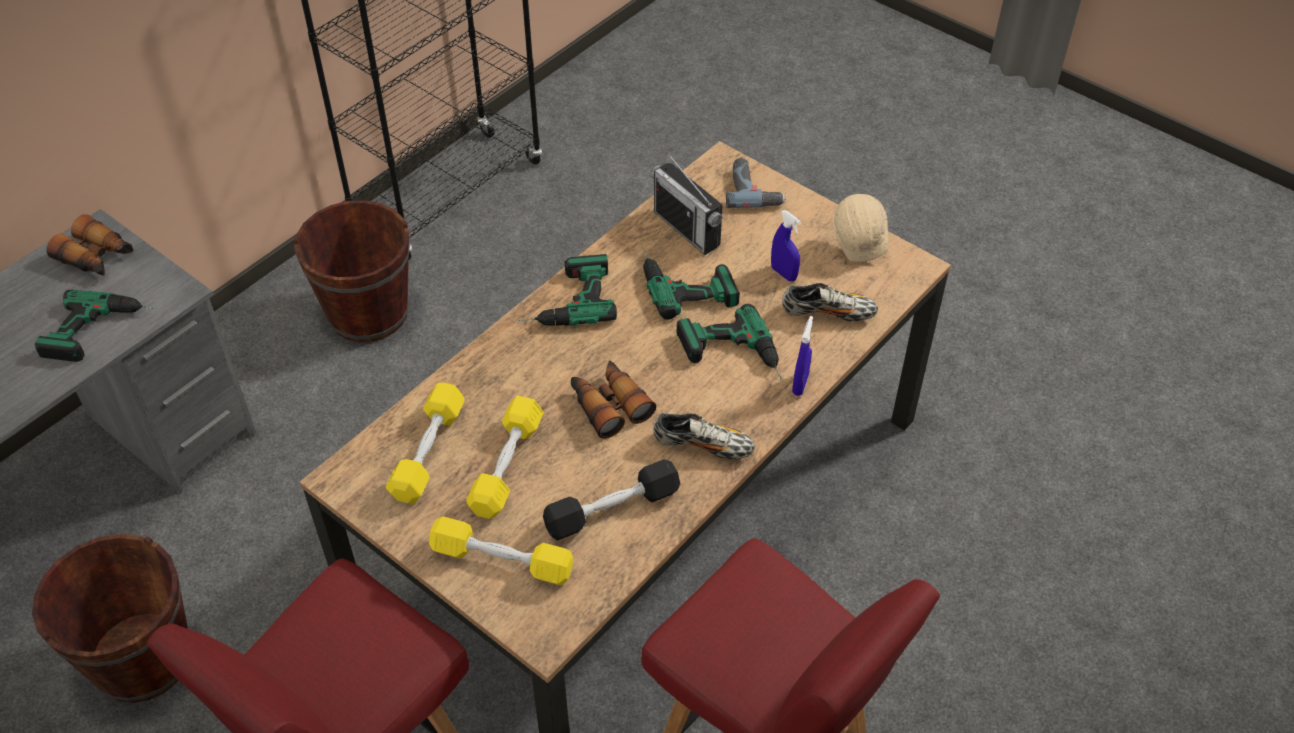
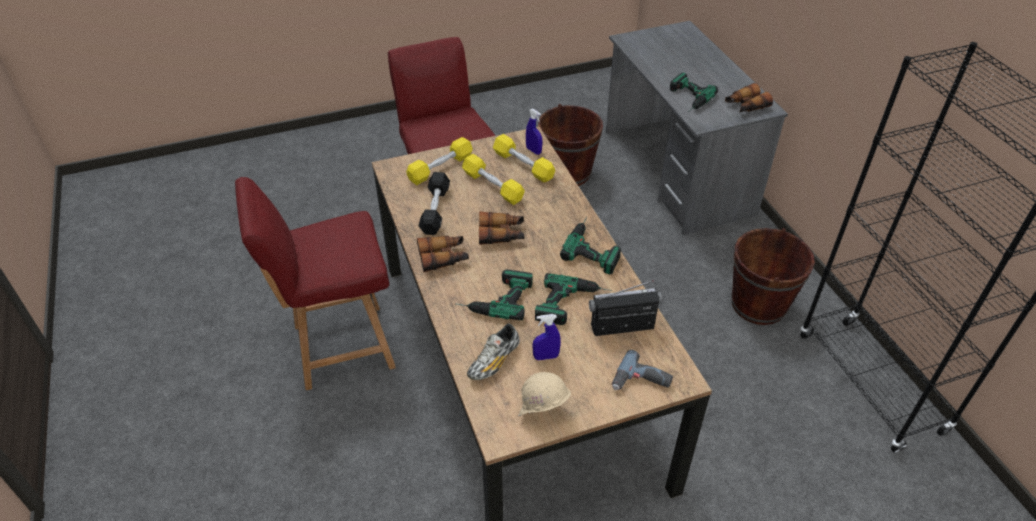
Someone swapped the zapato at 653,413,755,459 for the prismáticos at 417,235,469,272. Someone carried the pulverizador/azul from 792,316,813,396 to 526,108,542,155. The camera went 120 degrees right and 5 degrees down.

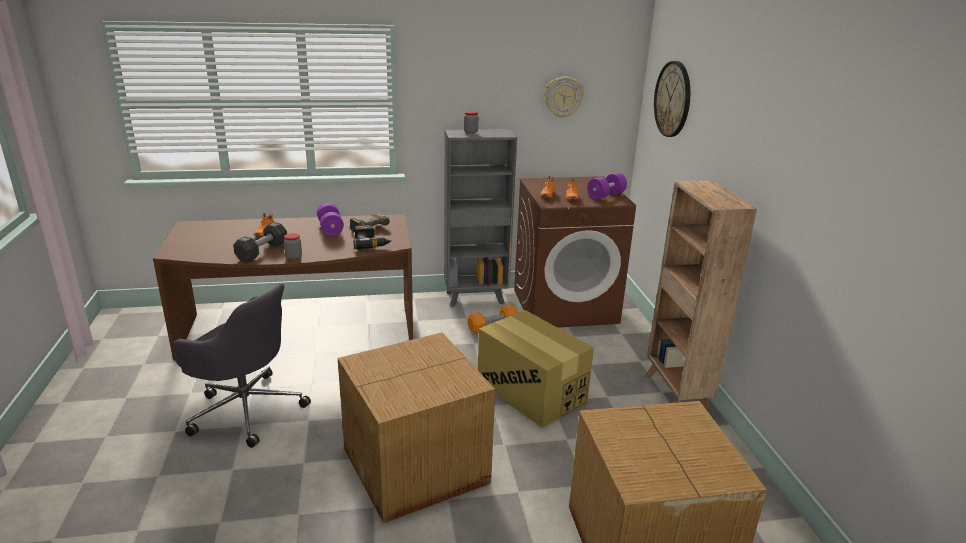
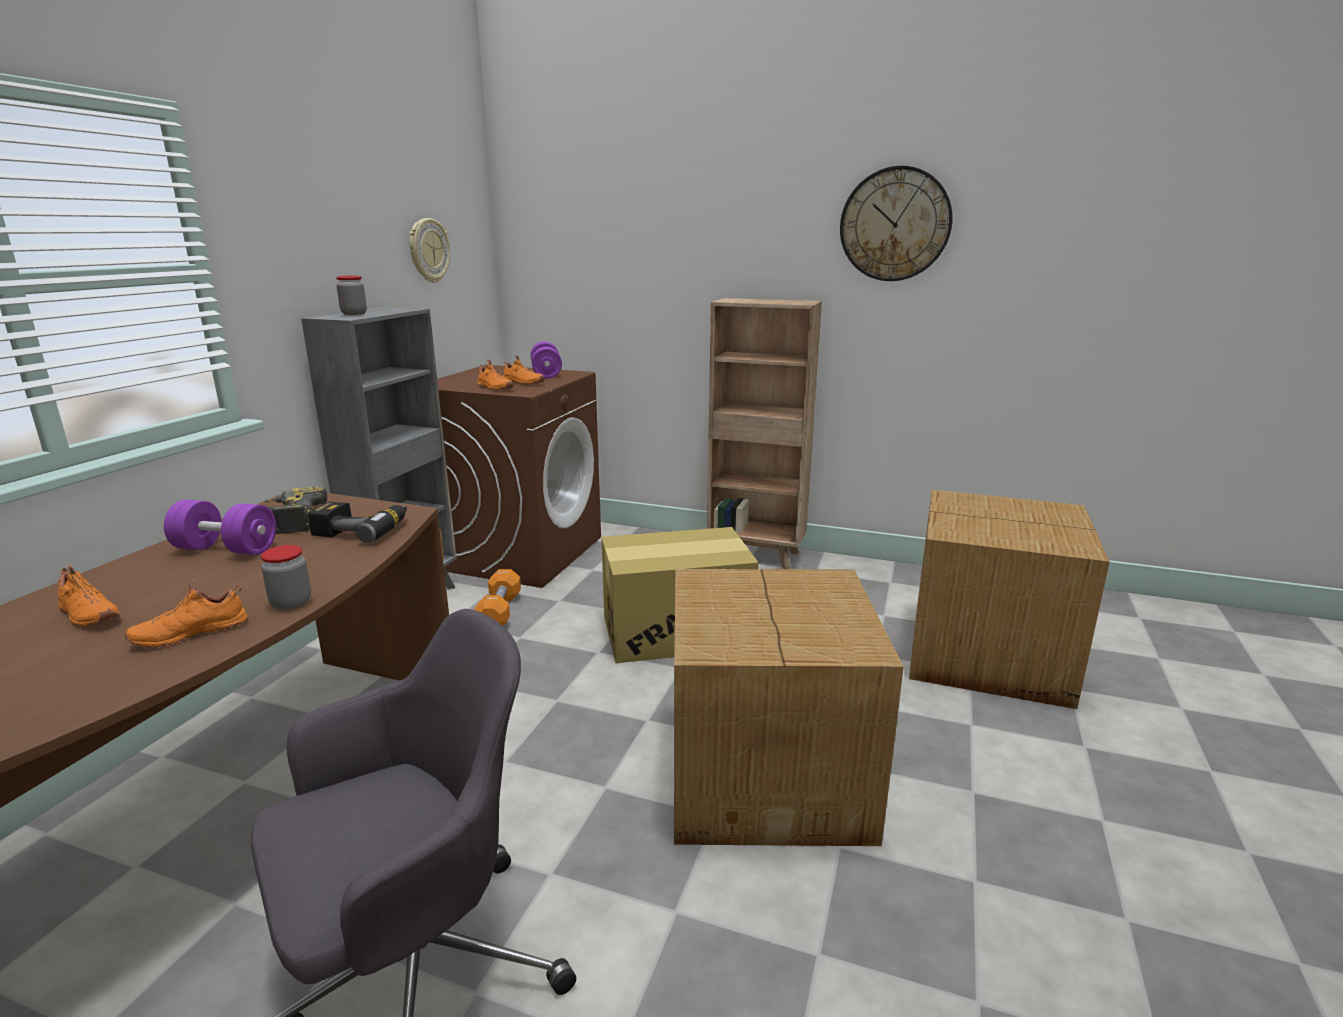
Someone swapped the mancuerna/negro at 233,222,287,262 for the zapato/naranja at 125,579,247,648. Someone carried the reloj de pared from 654,61,690,137 to 840,166,952,281. The camera went 60 degrees left and 5 degrees down.

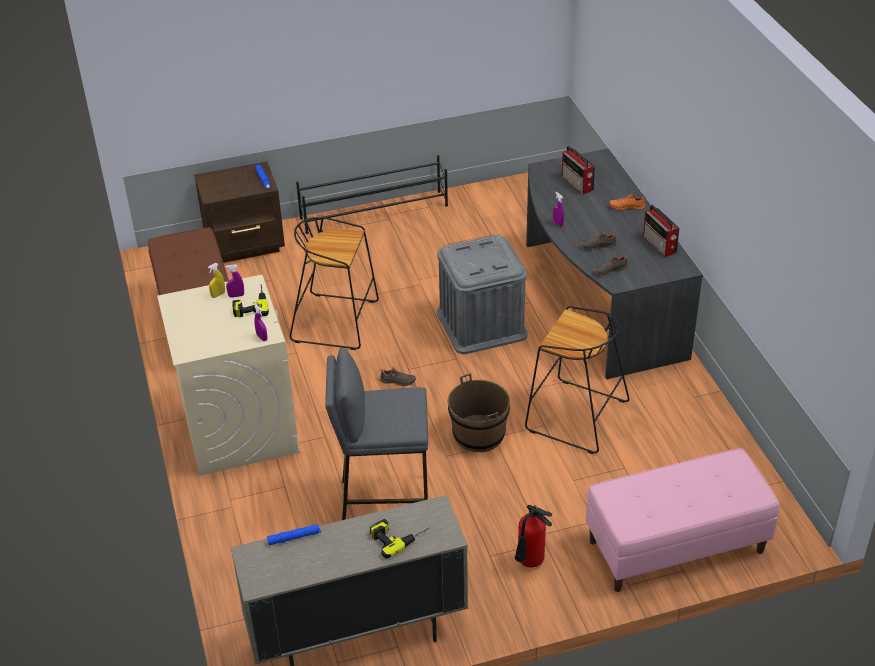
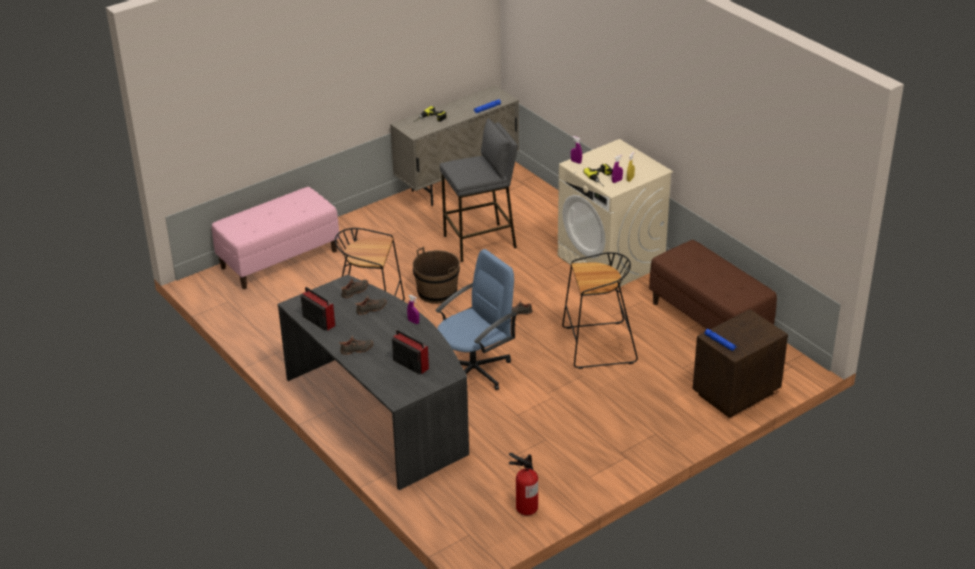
Someone took away the zapatero/negro at 296,155,448,234. Someone swapped the caja de almacenaje/gris at 437,235,528,354 for the silla de oficina/azul at 436,249,517,390. Someone carried the extintor from 515,505,552,568 to 509,453,538,515. Someone repainted the zapato/naranja at 609,191,646,211, which became the zapato/negro at 339,336,373,355. The camera went 160 degrees right and 5 degrees down.

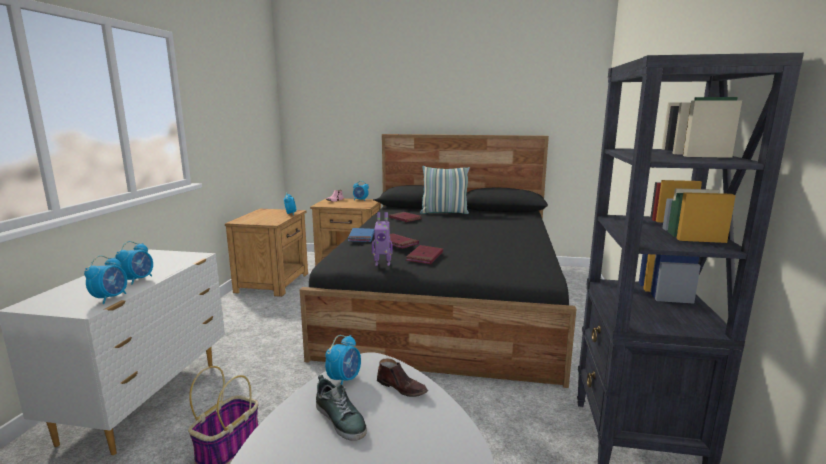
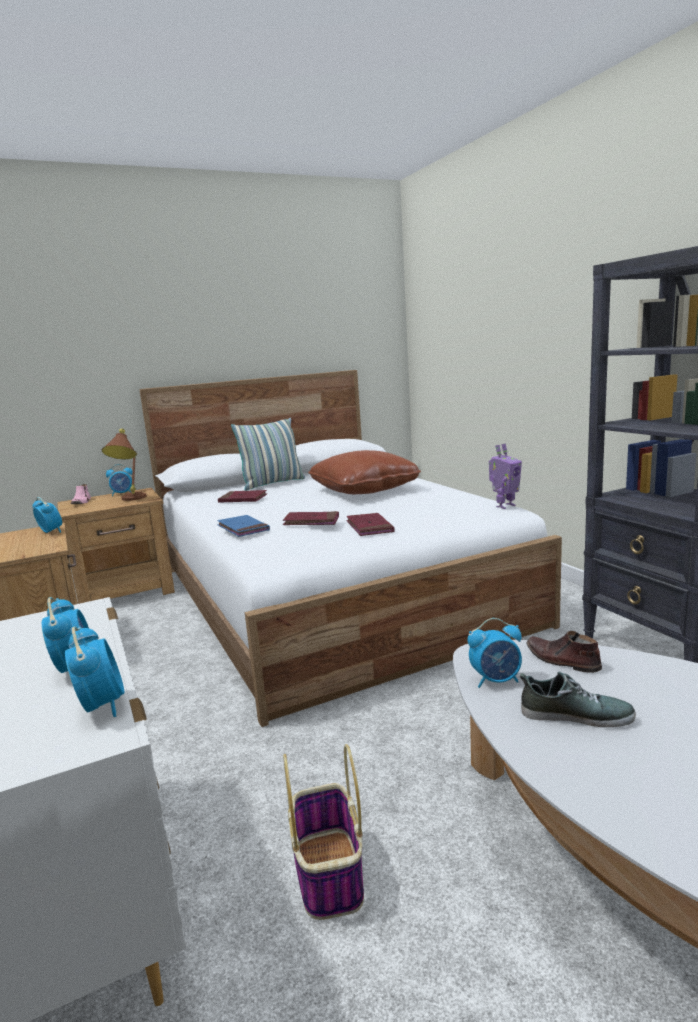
Someone repainted the cama/negro at 300,134,576,388, which became the cama/blanco at 139,370,562,727. Someone rotated the despertador at 325,335,361,385 by 90 degrees clockwise. Someone carried the robot de juguete from 372,212,392,266 to 489,443,522,509. Someone rotated the zapato/marrón at 377,359,428,397 by 135 degrees counterclockwise. Someone put down the lámpara de mesa/marrón at 102,429,147,501. Someone put down the cojín/marrón at 308,450,421,494. The camera went 35 degrees left and 0 degrees up.

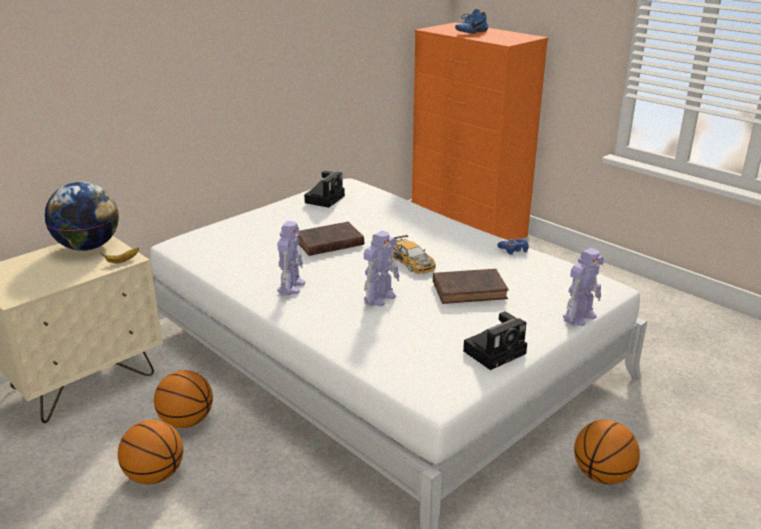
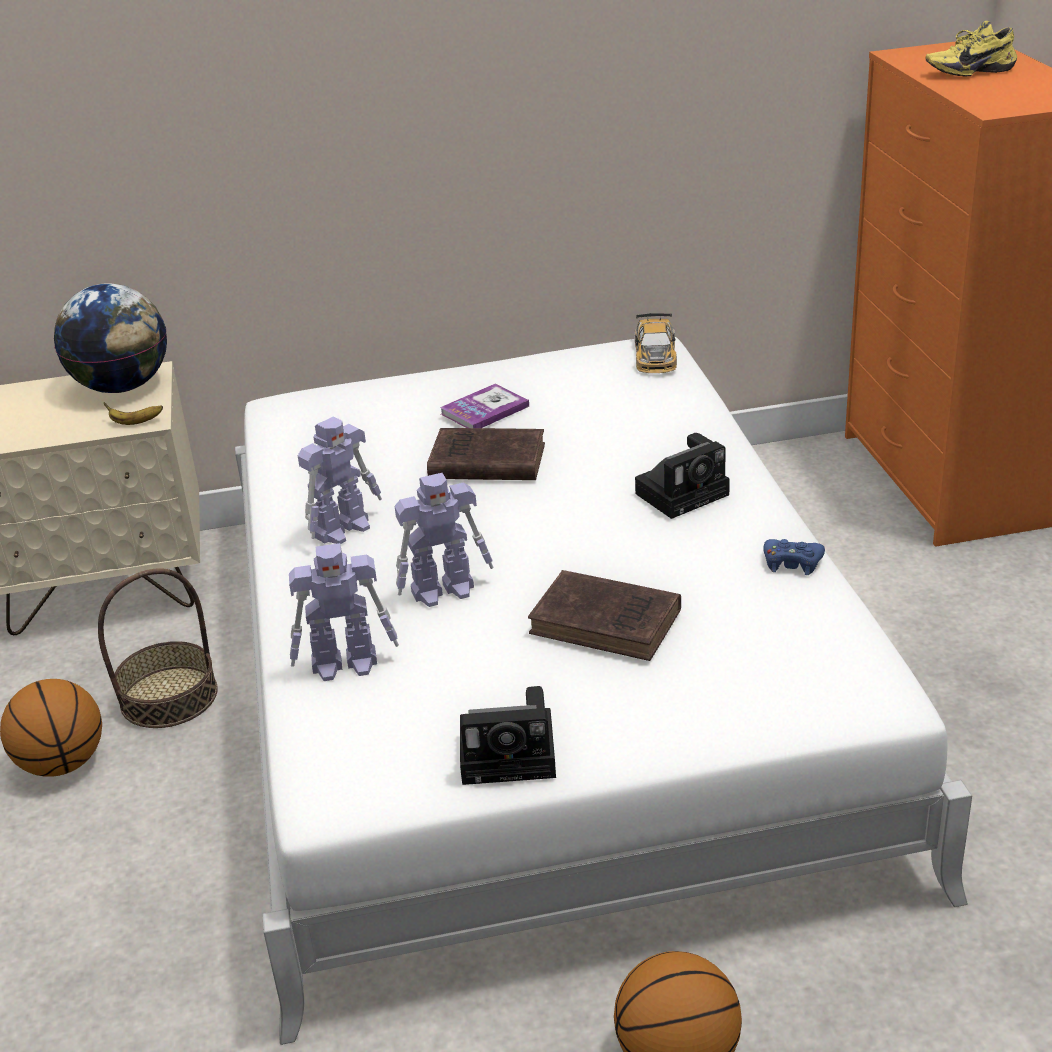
Someone swapped the balón de baloncesto at 154,370,213,428 for the cesta at 98,569,218,728. Someone carried the cámara from 304,171,345,208 to 635,433,730,519. Someone carried the coche de juguete from 392,235,436,274 to 635,313,677,373. Someone repainted the zapato/azul at 455,9,488,34, which became the zapato/amarillo at 926,21,1017,76. Someone carried the robot de juguete from 563,248,604,326 to 289,543,399,681. Someone put down the libro at 440,384,529,428. The camera went 35 degrees right and 5 degrees up.

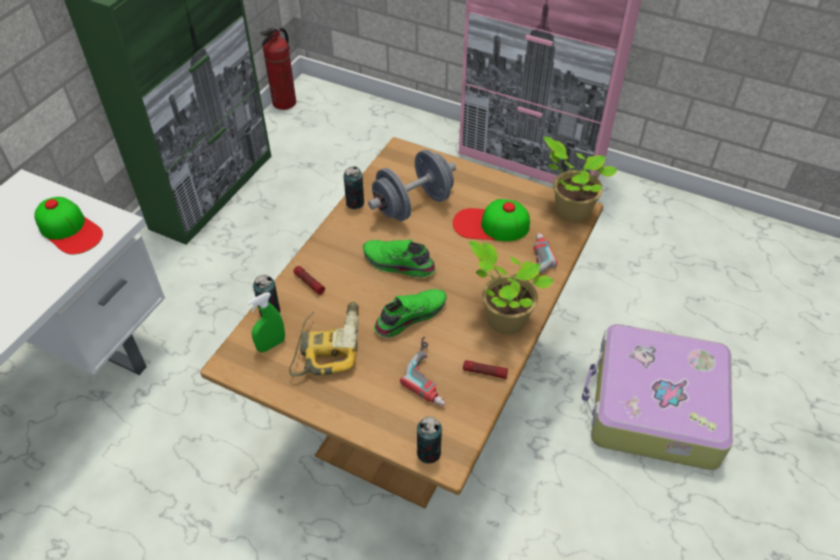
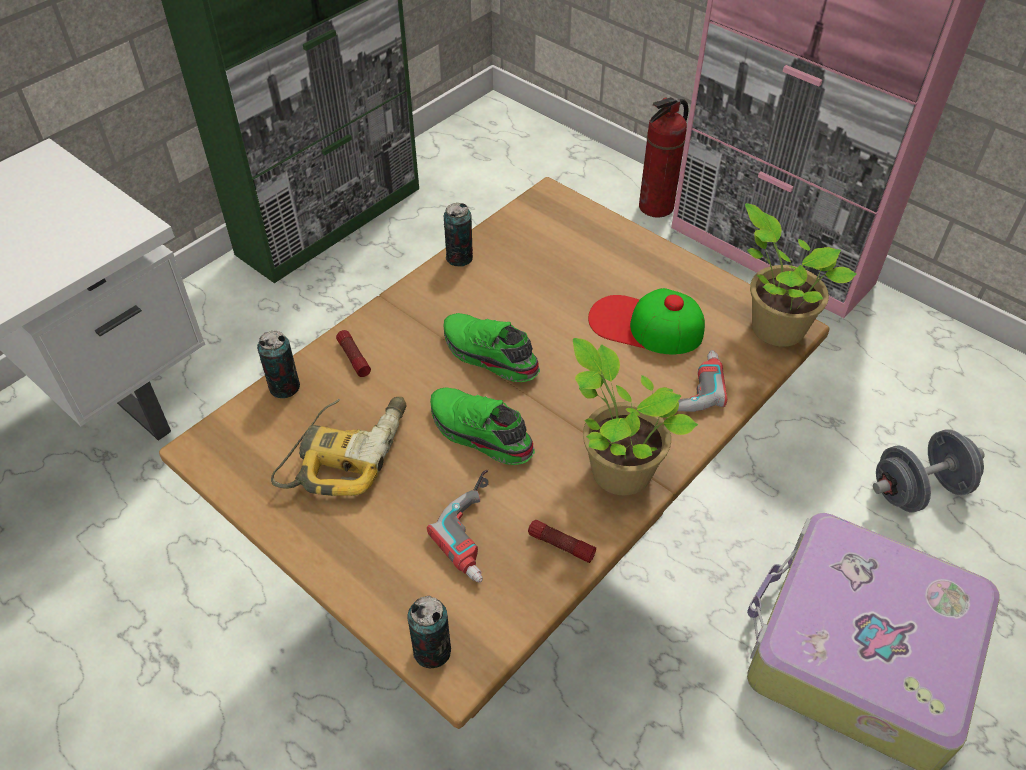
Someone took away the gorra at 34,197,103,254. Someone took away the pulverizador/verde at 247,292,285,352. Someone carried the extintor from 260,28,296,110 to 639,97,689,218. Someone carried the mancuerna/gris from 368,150,456,221 to 873,429,985,513. Someone rotated the zapato/verde at 374,289,446,338 by 120 degrees counterclockwise. The camera went 15 degrees right and 0 degrees up.

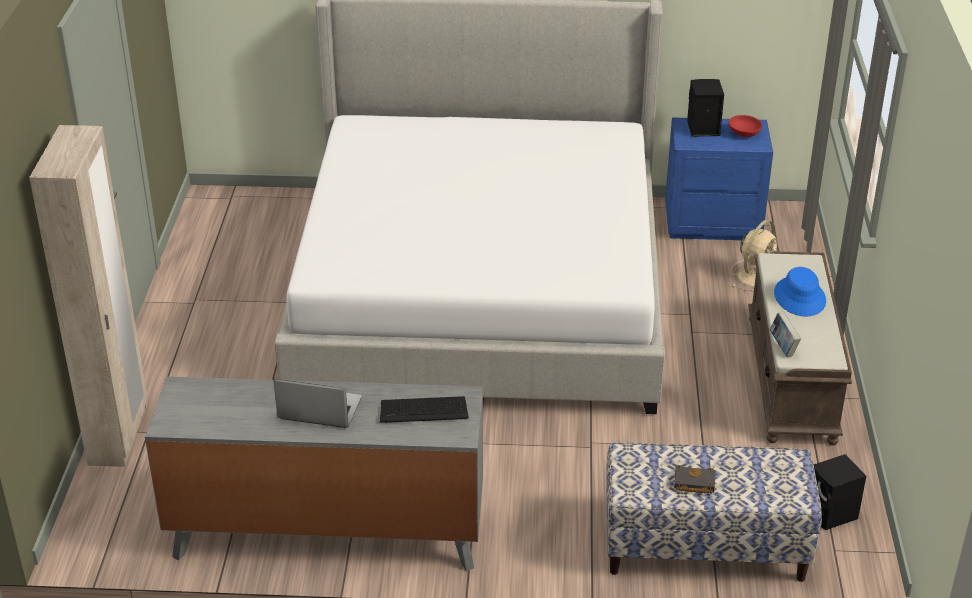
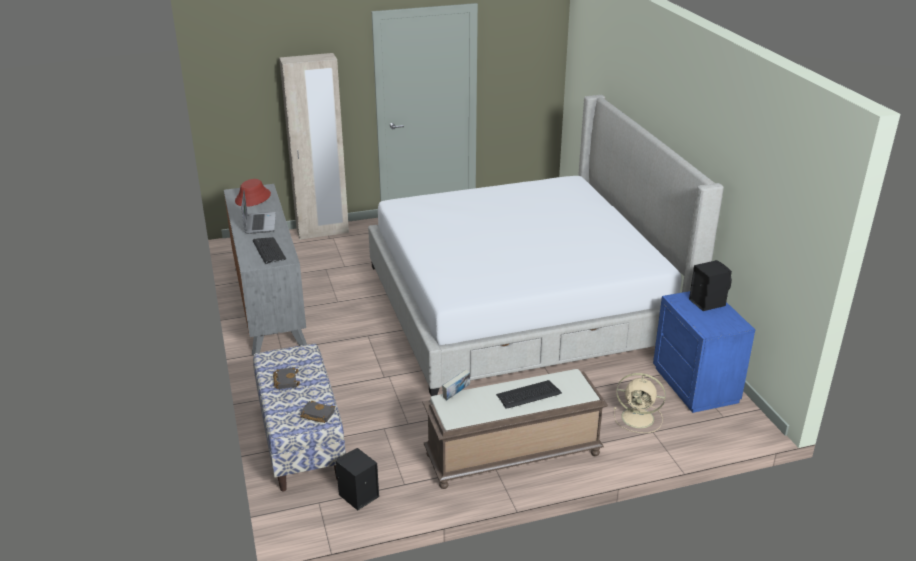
Someone took away the cuenco/rojo at 728,115,762,137. Someone swapped the sombrero/azul at 774,267,826,317 for the teclado at 496,380,562,409. Someone put down the sombrero/rojo at 235,179,271,207. Someone put down the libro/negro at 300,401,335,423. The camera went 70 degrees right and 5 degrees down.

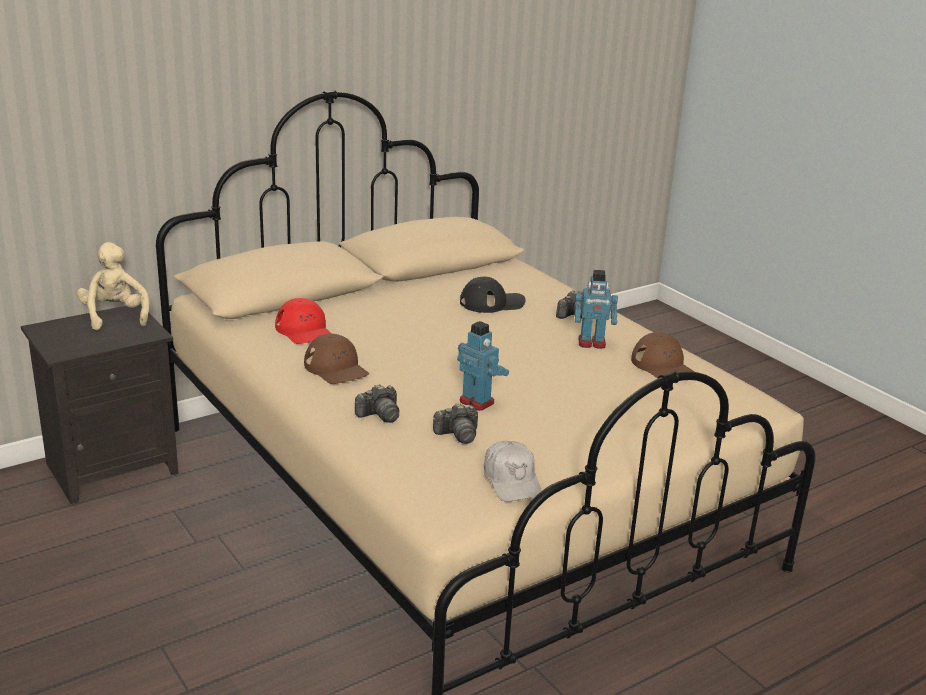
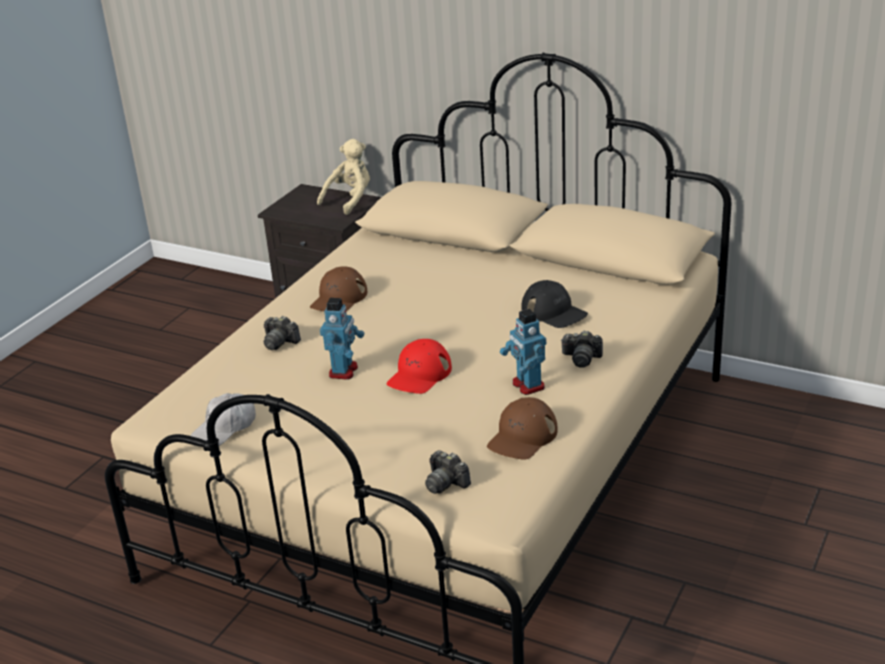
Someone carried the gorra/rojo from 275,298,332,344 to 387,339,452,394. Someone carried the cámara from 433,403,478,444 to 425,450,471,494. The camera went 65 degrees right and 5 degrees up.

